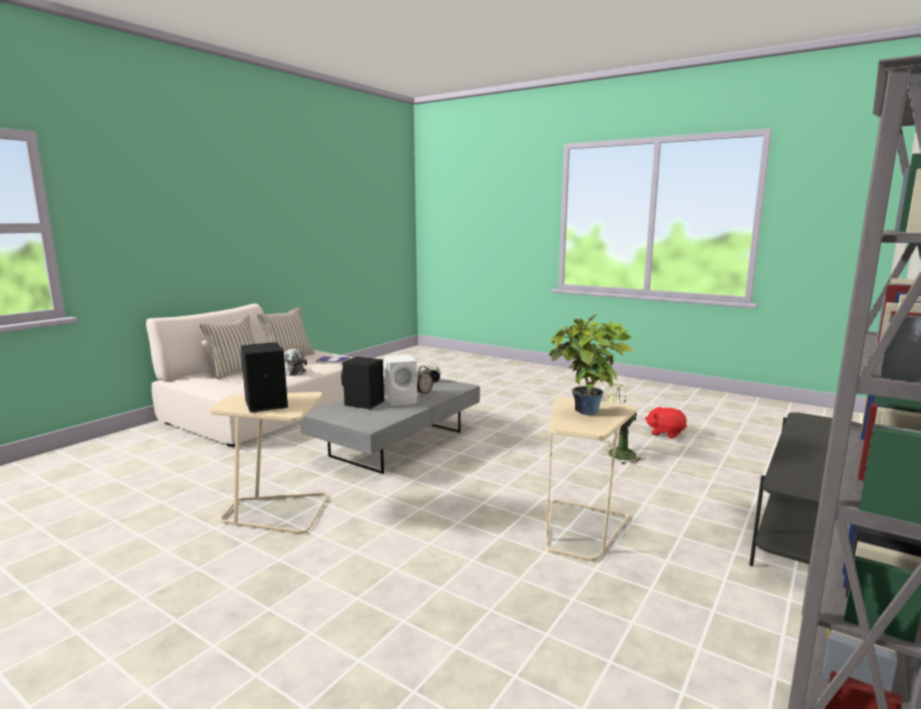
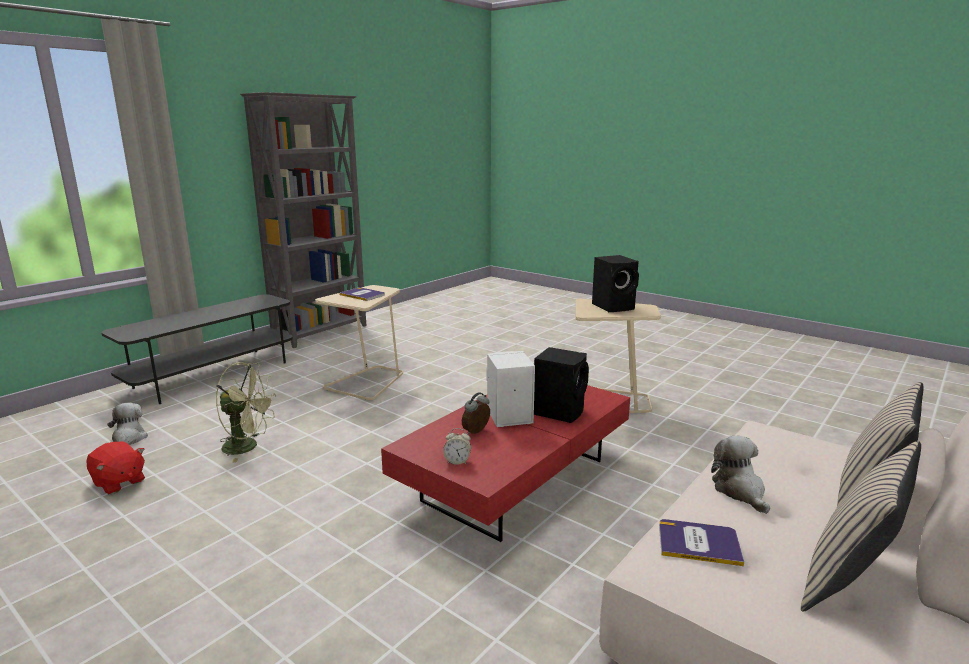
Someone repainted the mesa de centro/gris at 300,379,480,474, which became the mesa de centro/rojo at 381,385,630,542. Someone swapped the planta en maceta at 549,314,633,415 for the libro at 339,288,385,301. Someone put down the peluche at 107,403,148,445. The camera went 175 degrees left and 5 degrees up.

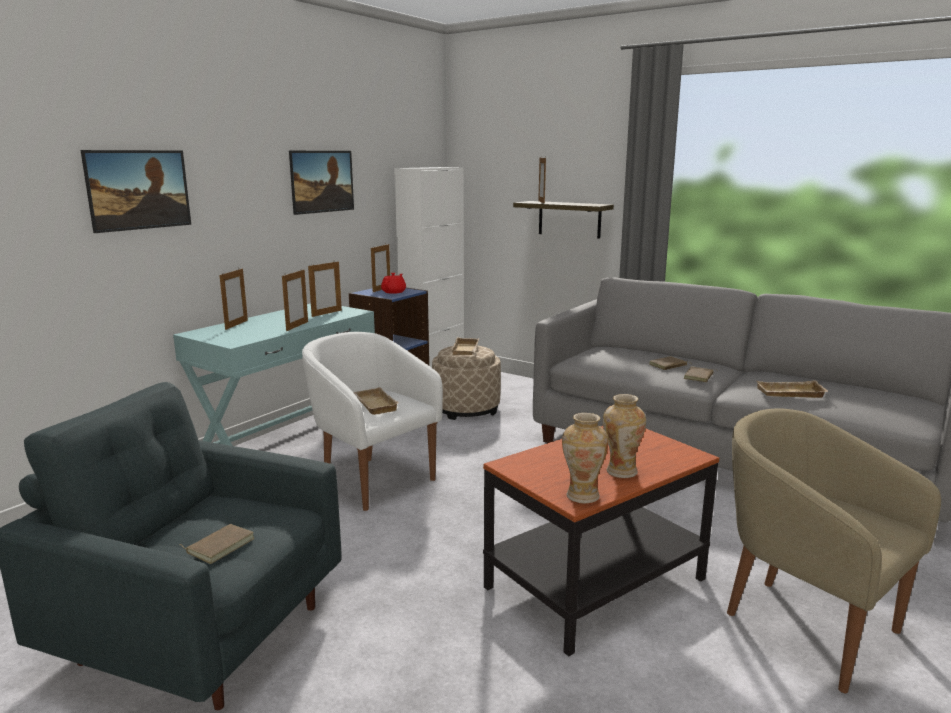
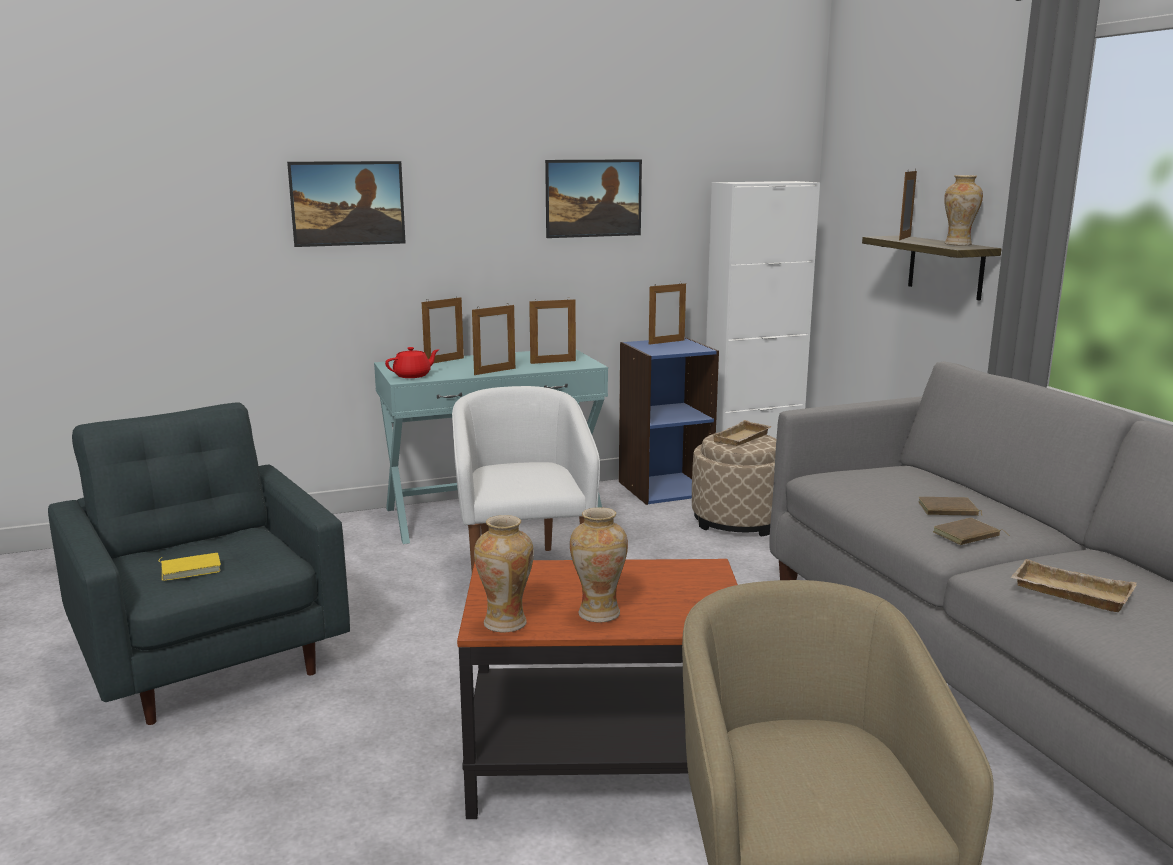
Someone repainted the libro/marrón at 179,524,254,564, which became the libro/amarillo at 159,553,221,581. Someone took away the bandeja/beis at 353,387,399,415. Someone carried the tetera/rojo from 381,273,406,294 to 385,347,439,378. Someone put down the florero at 944,175,983,246. The camera went 35 degrees right and 0 degrees up.

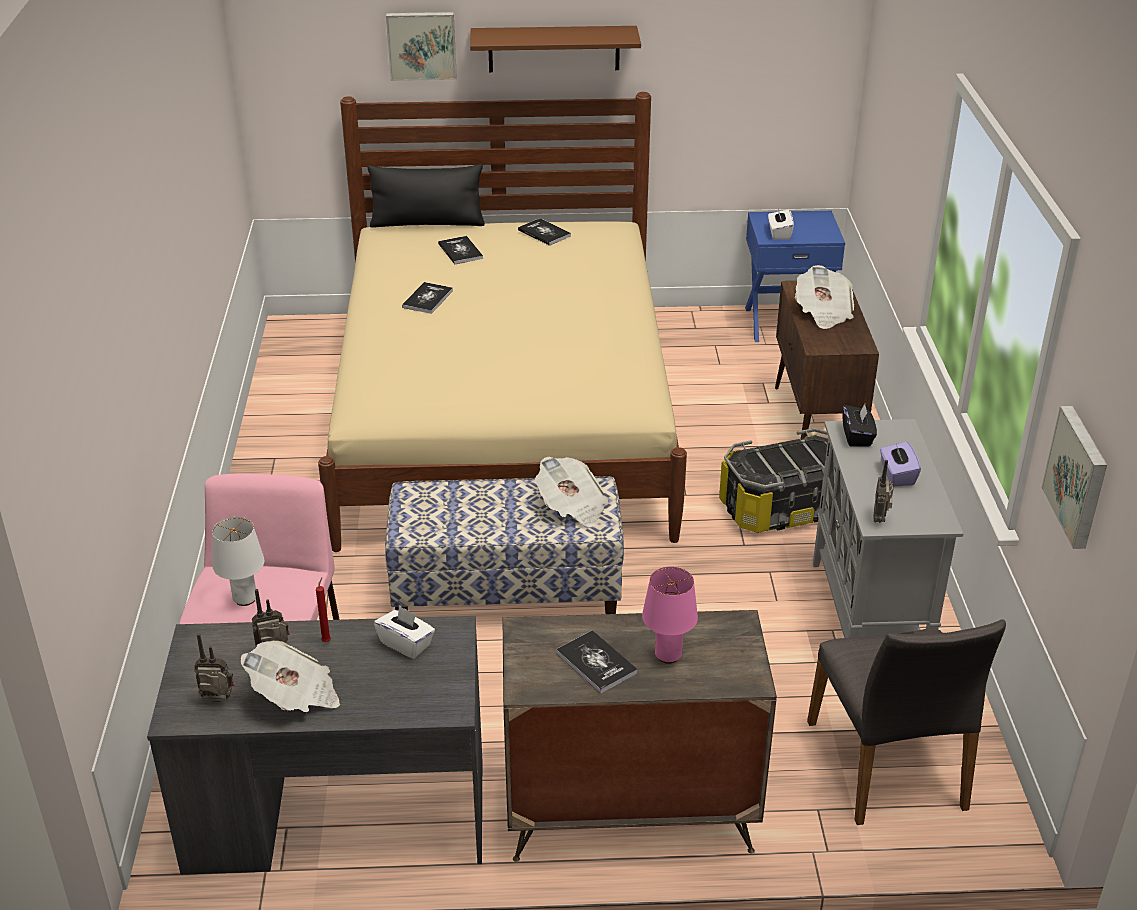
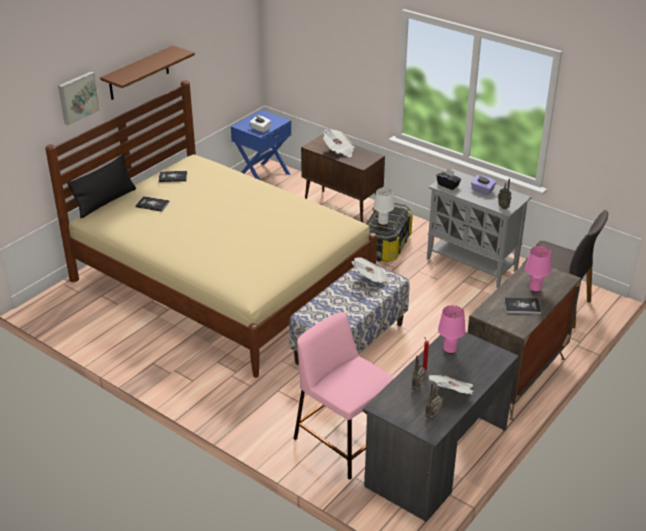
Someone carried the lámpara de mesa/blanco from 212,517,264,606 to 374,188,394,225. Someone swapped the caja de pañuelos/blanco at 374,605,435,659 for the lámpara de mesa/rosa at 438,305,466,354. Someone took away the libro at 402,282,453,314. Someone took away the cuadro at 1041,406,1107,549. The camera went 50 degrees left and 0 degrees up.

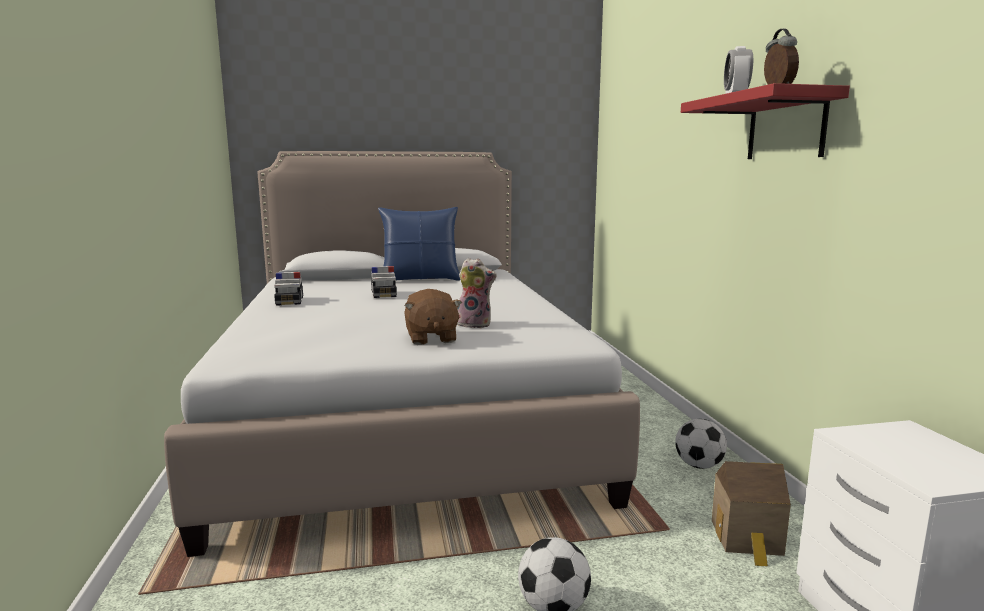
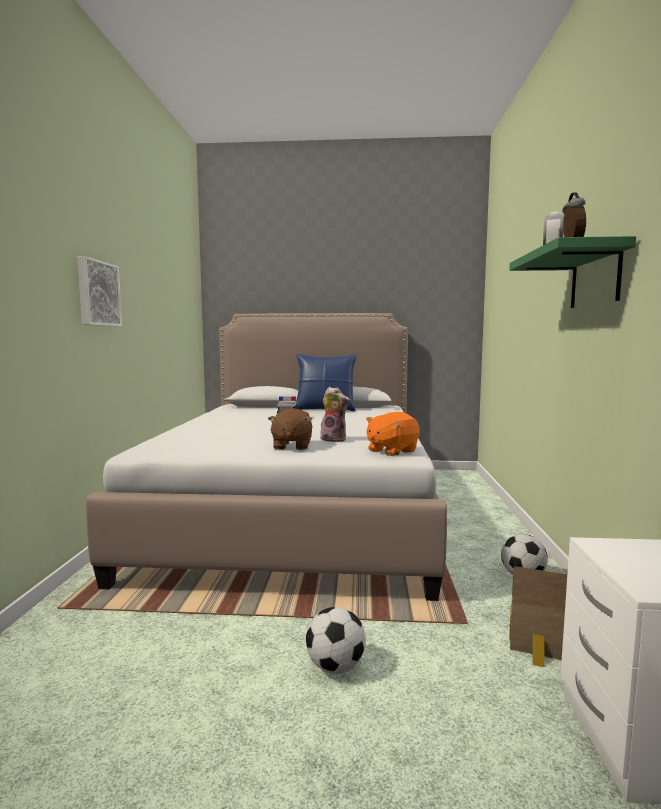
Someone took away the coche de juguete at 274,272,303,306. Someone repainted the estante/rojo at 681,83,850,159, which became the estante/verde at 509,236,636,308. Someone put up the cuadro at 77,256,122,327. Someone put down the peluche/naranja at 366,412,420,456. The camera went 15 degrees right and 5 degrees down.

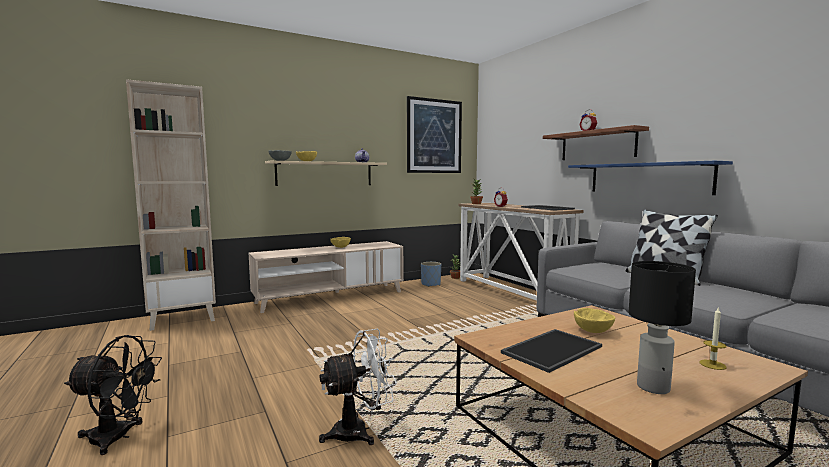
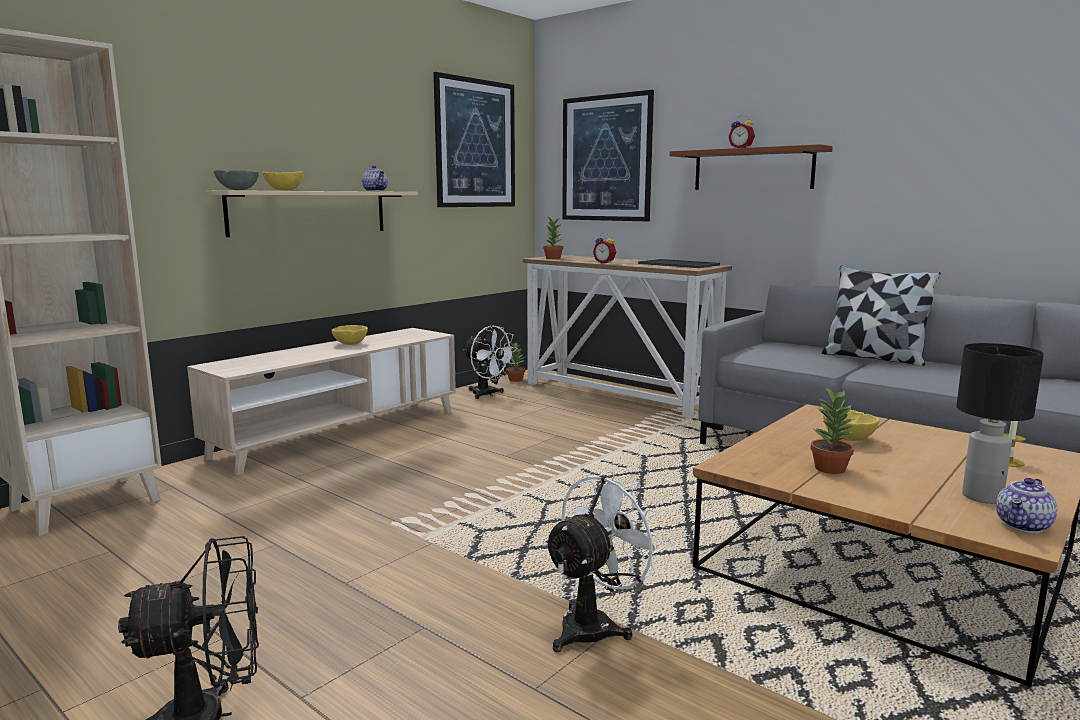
Someone swapped the maceta/azul at 421,262,441,287 for the ventilador/blanco at 463,325,518,399. Someone swapped the bandeja at 501,329,602,373 for the planta en maceta at 811,386,857,474. Someone took away the estante/azul at 568,161,733,195. Someone put up the cuadro at 562,90,654,221. Someone put down the tetera at 996,478,1057,533. The camera went 20 degrees left and 5 degrees up.

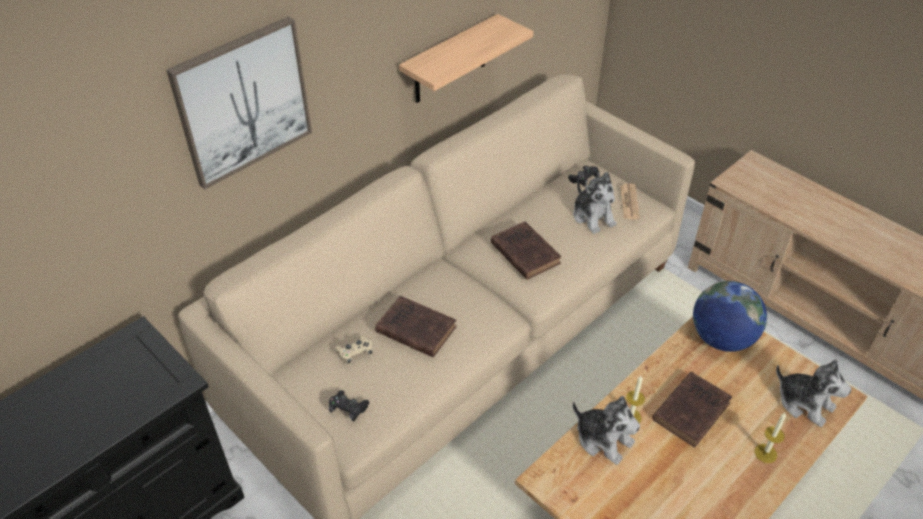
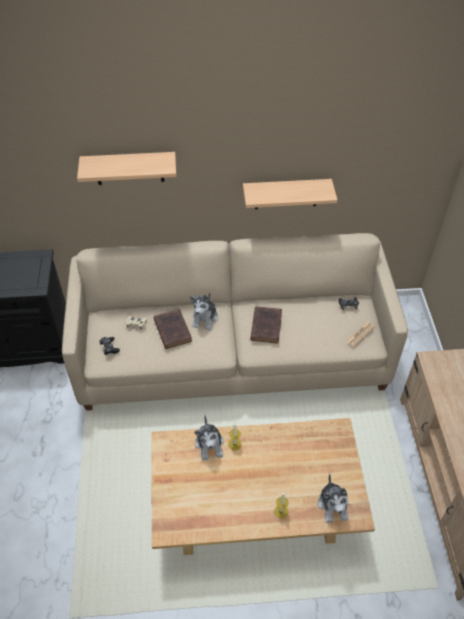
Someone swapped the cuadro at 166,16,312,189 for the estante at 77,152,176,185. Someone carried the peluche from 573,172,617,234 to 190,292,218,331. Someone took away the libro/marrón at 652,372,732,447. Someone took away the globo terráqueo at 693,281,767,352. The camera went 40 degrees right and 5 degrees up.

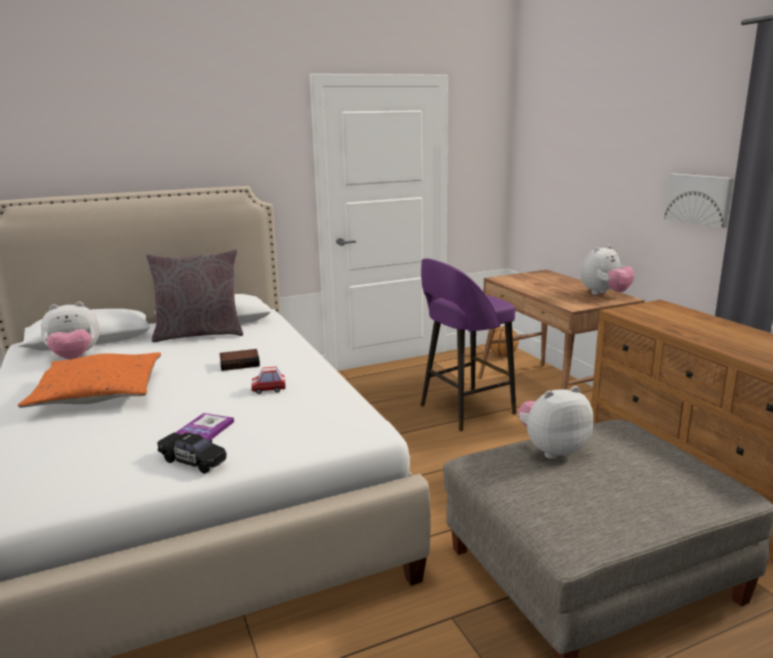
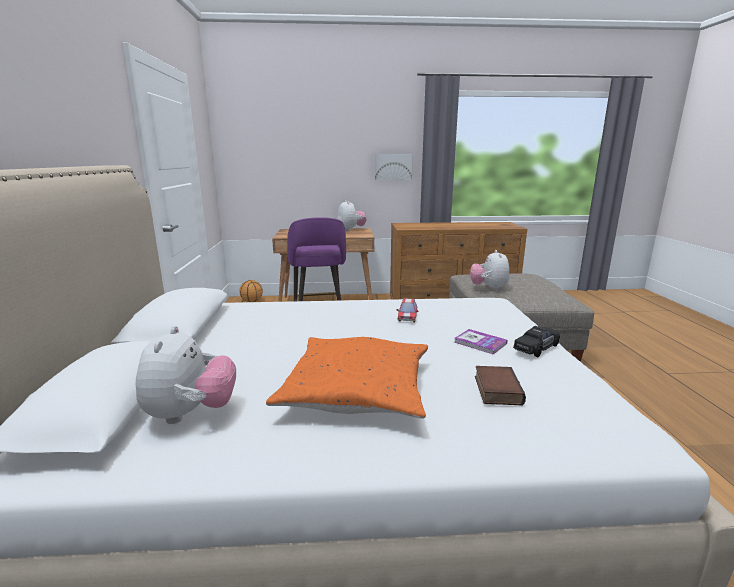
Someone took away the cojín/gris at 146,249,243,342. Someone carried the libro from 220,349,260,371 to 475,366,526,405. The camera went 70 degrees left and 0 degrees up.

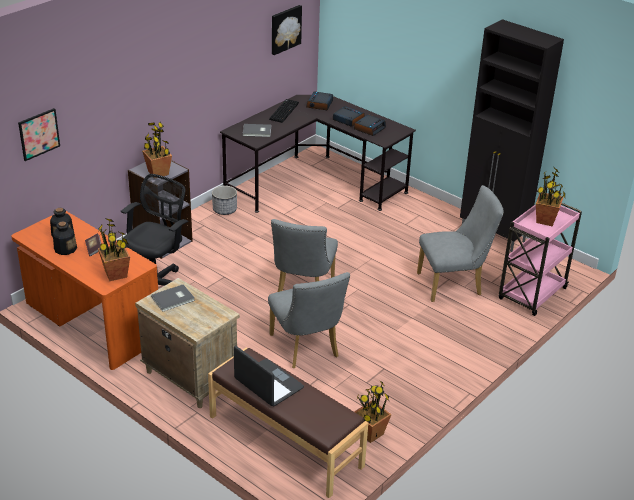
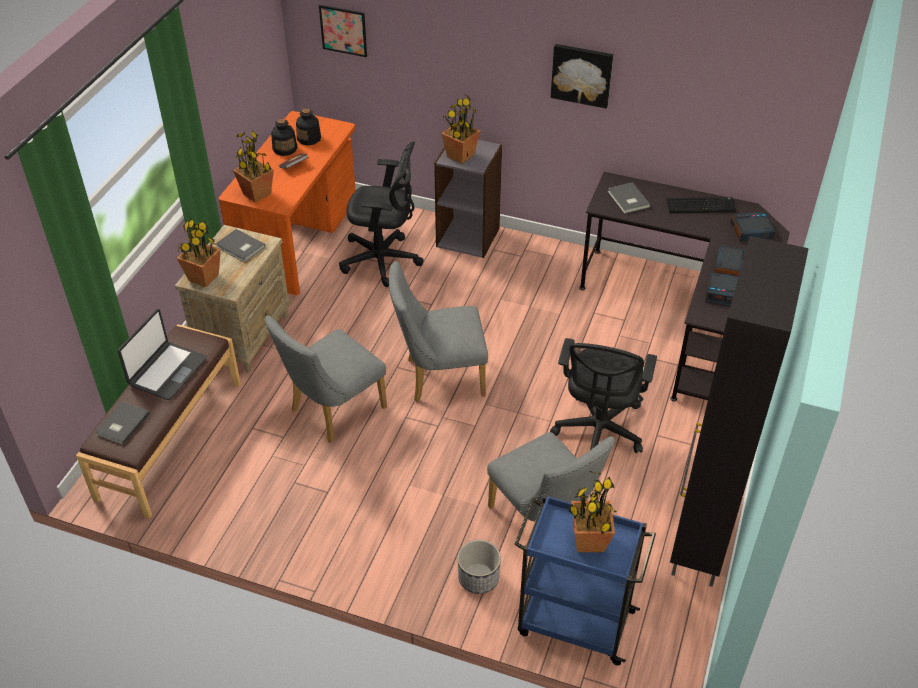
Someone carried the maceta from 212,186,237,215 to 457,540,501,594. Someone carried the cuadro from 272,5,302,55 to 551,44,613,108. Someone carried the planta en maceta from 354,381,392,443 to 177,219,221,287. Someone repainted the carrito/rosa at 499,203,582,316, which became the carrito/azul at 514,494,656,665. Someone put down the libro/gris at 95,401,150,445. Someone put down the silla de oficina/negro at 550,338,657,453. The camera went 70 degrees right and 10 degrees up.

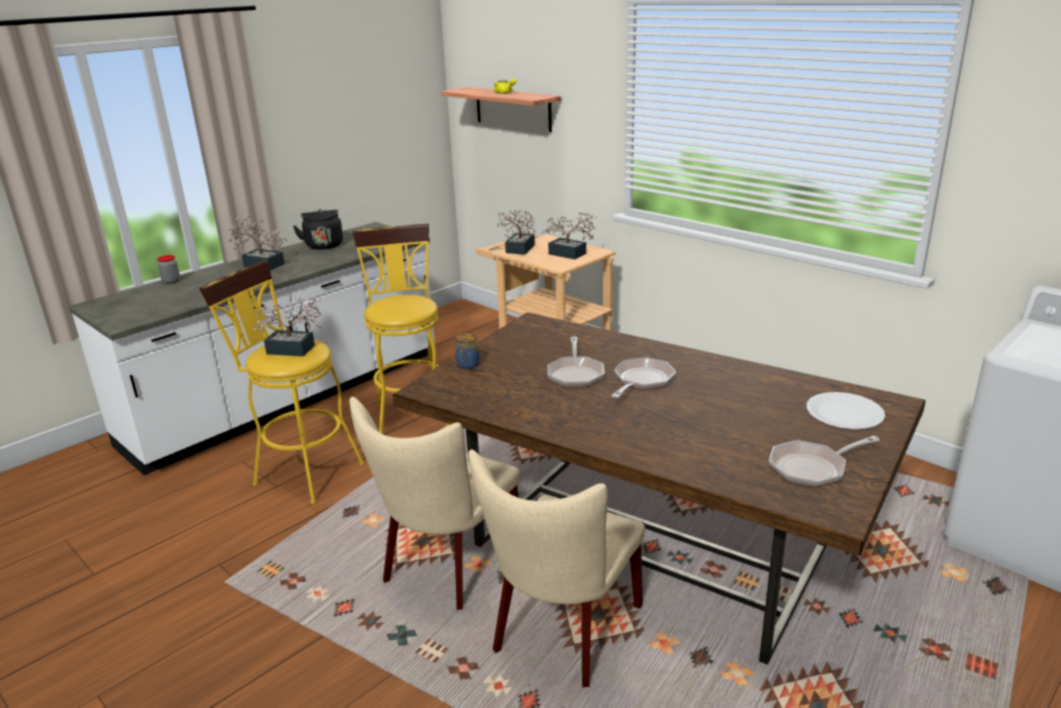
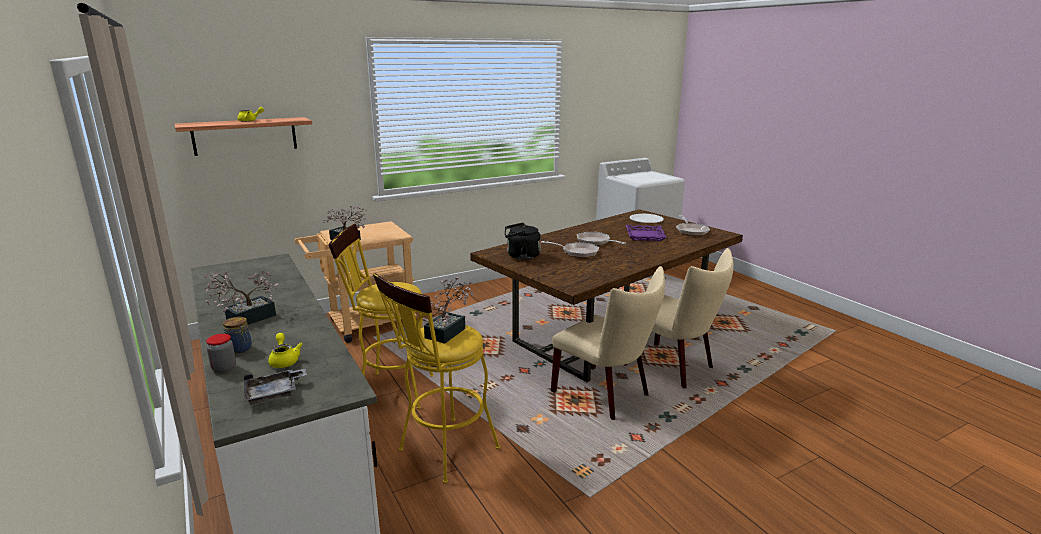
Someone carried the hervidor/negro from 293,209,343,250 to 505,223,541,260. Someone carried the tarro from 455,333,480,369 to 223,317,252,353. Someone took away the planta en maceta at 541,212,597,259. Someone put down the bandeja/gris at 244,369,307,404. Someone put down the tetera/amarillo at 268,333,303,368. Someone put down the bandeja/morado at 626,225,667,241. The camera went 75 degrees left and 5 degrees down.

